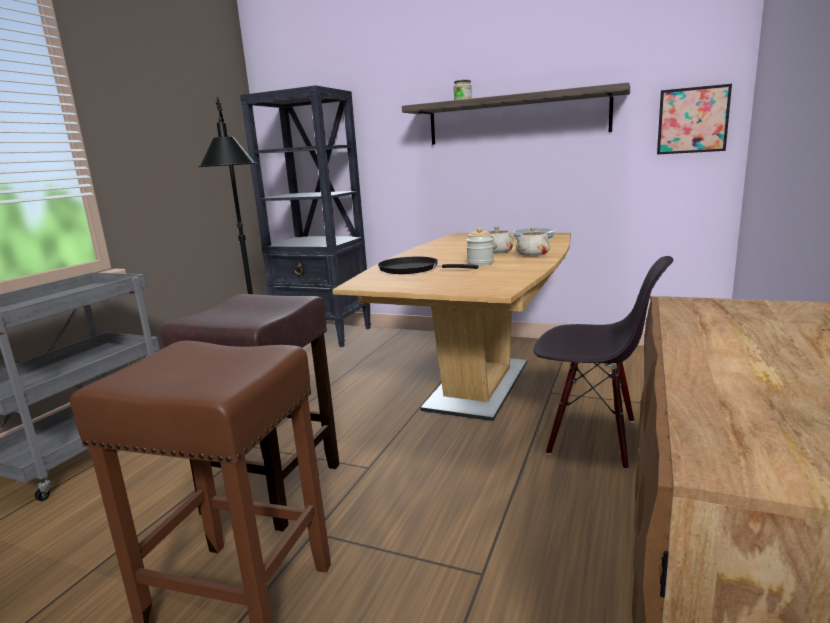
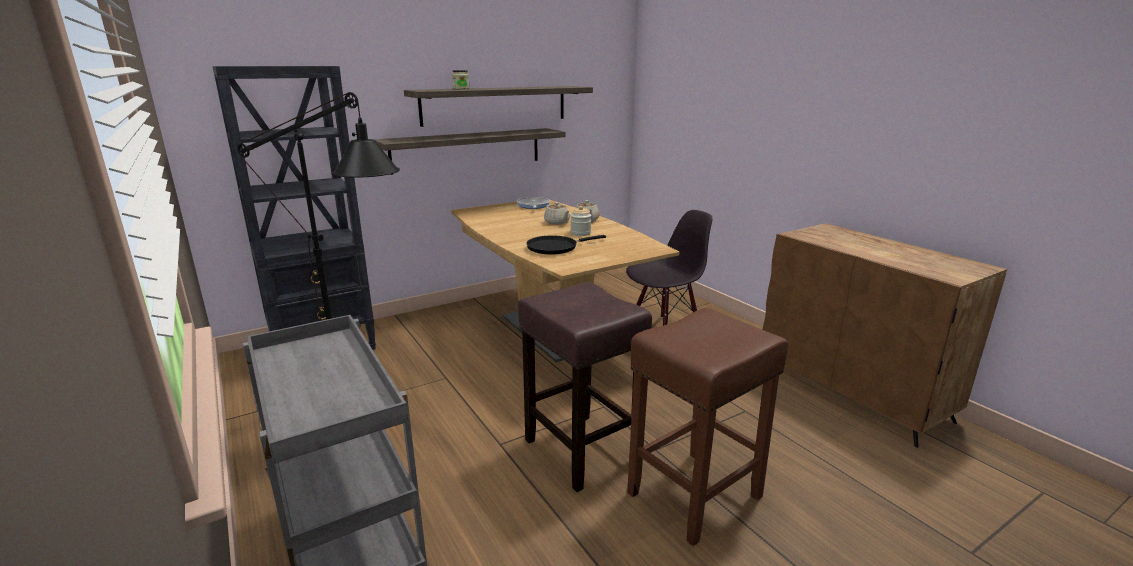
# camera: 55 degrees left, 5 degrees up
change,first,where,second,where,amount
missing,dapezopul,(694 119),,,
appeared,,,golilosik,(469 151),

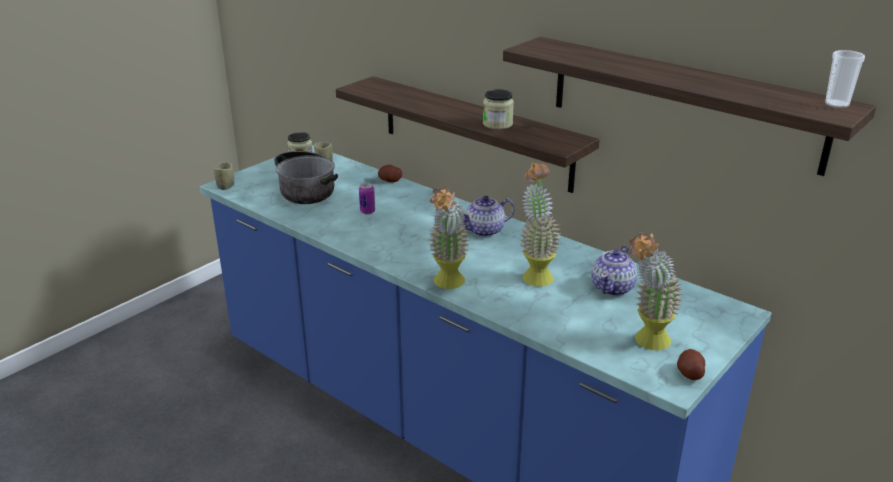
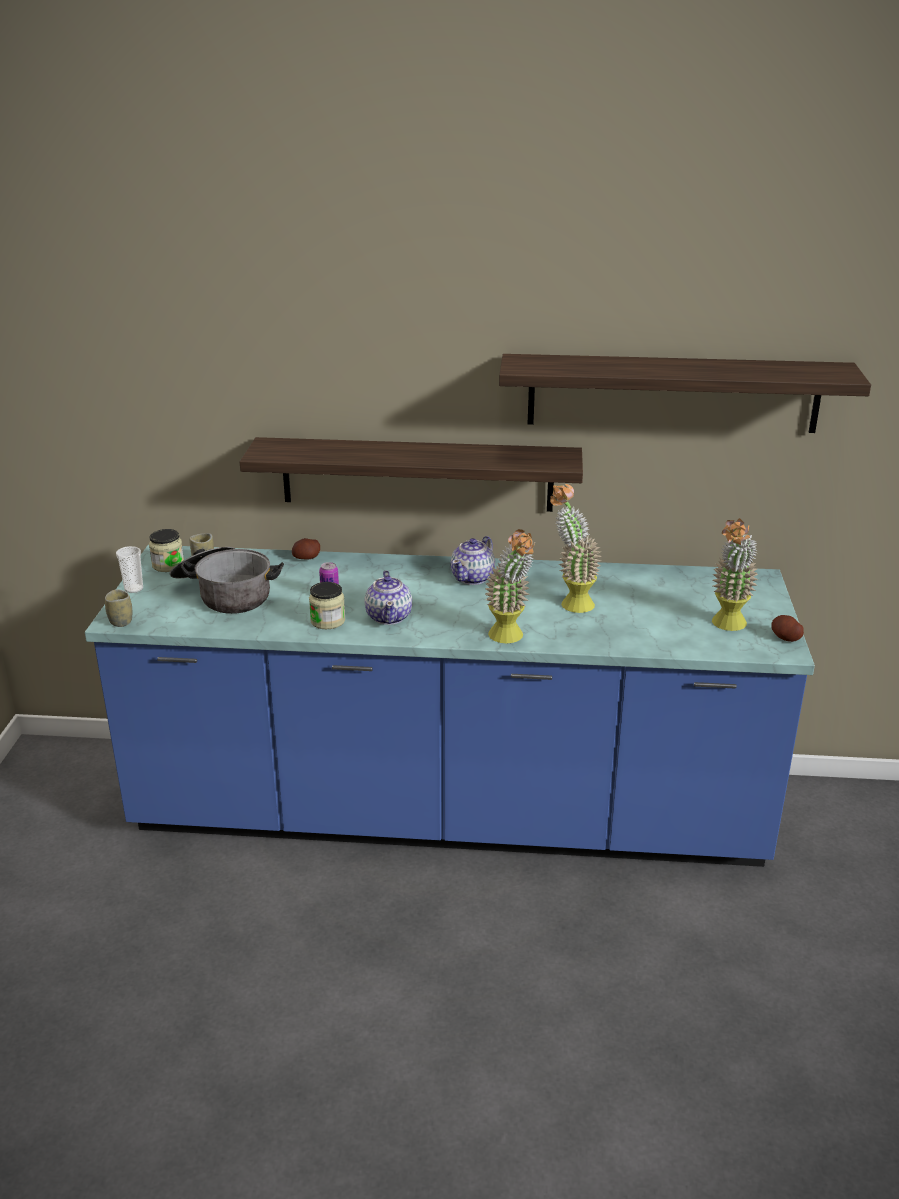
# camera: 35 degrees left, 0 degrees up
change,first,where,second,where,amount
relocated,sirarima,(498 109),,(327 605),
relocated,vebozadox,(614 270),,(388 598),
relocated,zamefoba,(845 79),,(129 569),

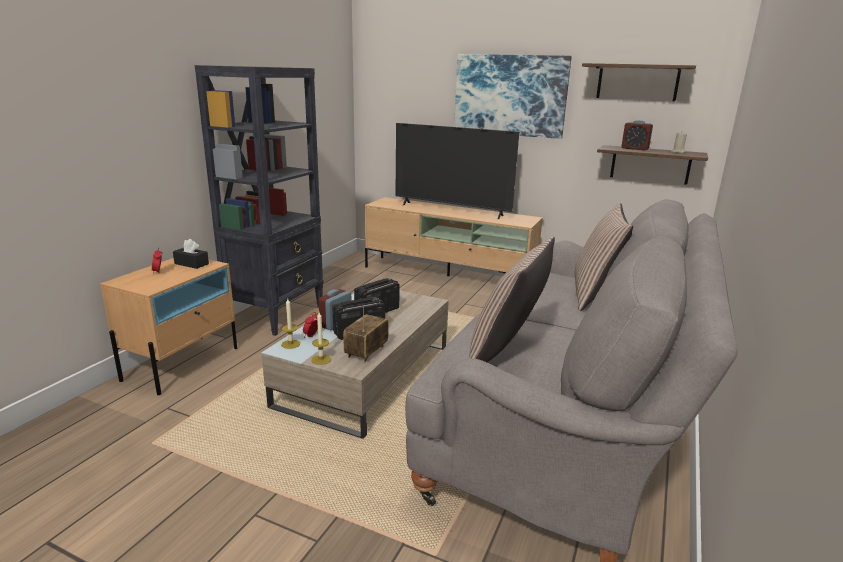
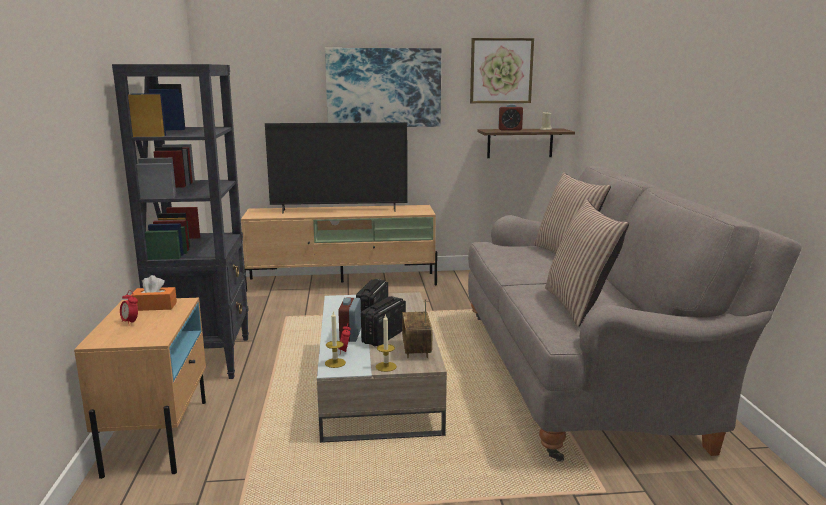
# camera: 30 degrees left, 5 degrees down
change,first,where,second,where,amount
colour,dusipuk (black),(191 254),dusipuk (orange),(154 293),
exchanged,golilosik,(639 82),dapezopul,(502 70),

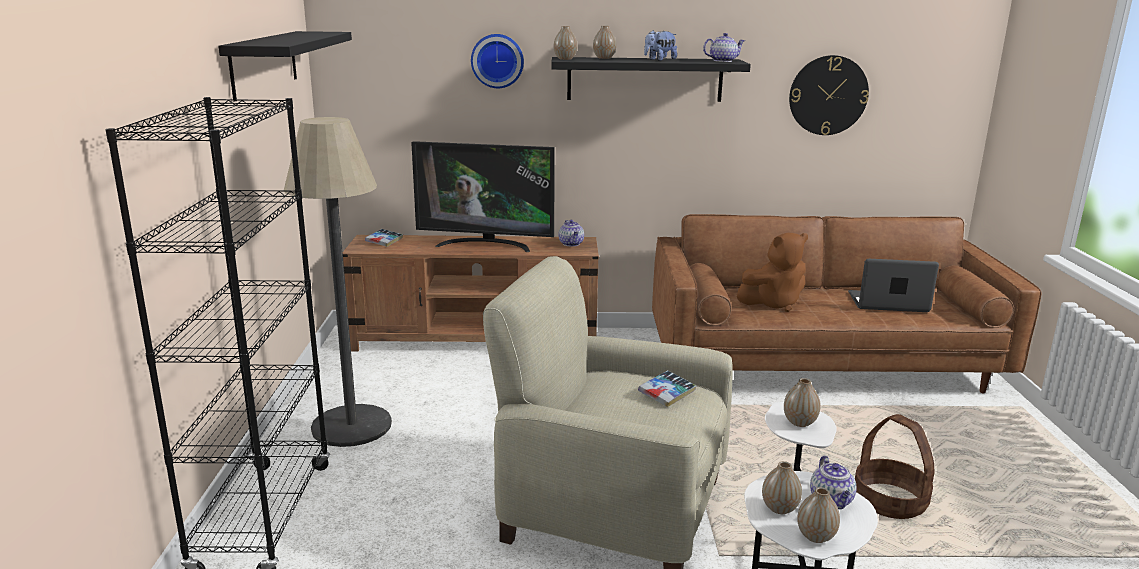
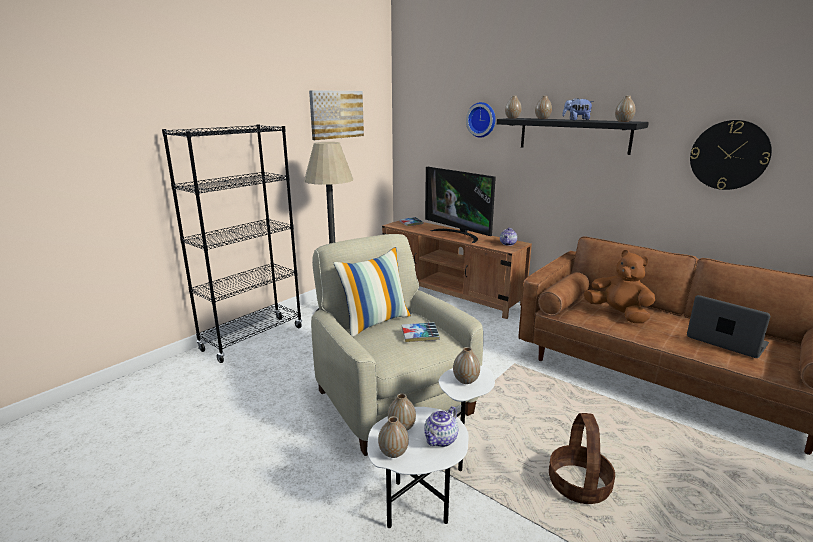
# camera: 40 degrees right, 0 degrees up
change,first,where,second,where,amount
exchanged,golilosik (black),(285 66),dapezopul,(336 115),
exchanged,vebozadox,(724 47),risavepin,(625 109),
spun,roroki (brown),(772 272),,(619 286),150 degrees counterclockwise
appeared,,,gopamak,(372 292),

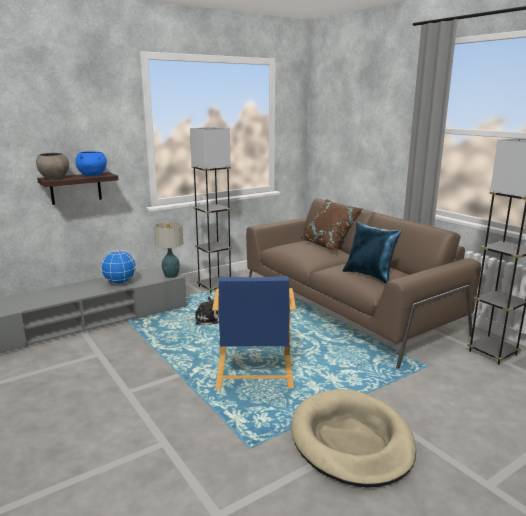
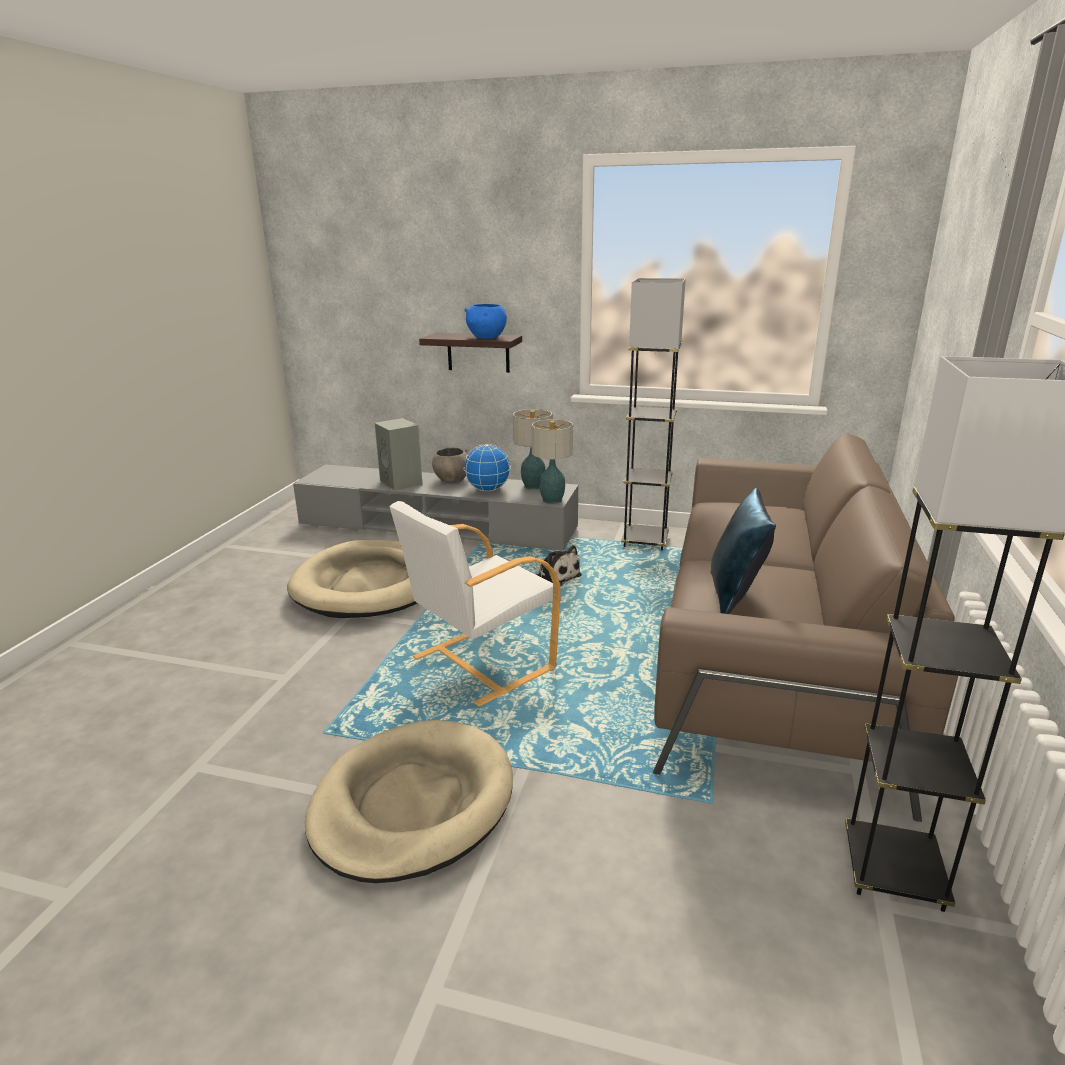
# camera: 50 degrees right, 5 degrees up
change,first,where,second,where,amount
relocated,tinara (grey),(52 166),,(450 465),
colour,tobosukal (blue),(254 332),tobosukal (white),(474 603),
missing,gopamak (brown),(332 225),,,
appeared,,,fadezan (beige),(352 579),
appeared,,,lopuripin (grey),(399 454),
appeared,,,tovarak,(532 449),

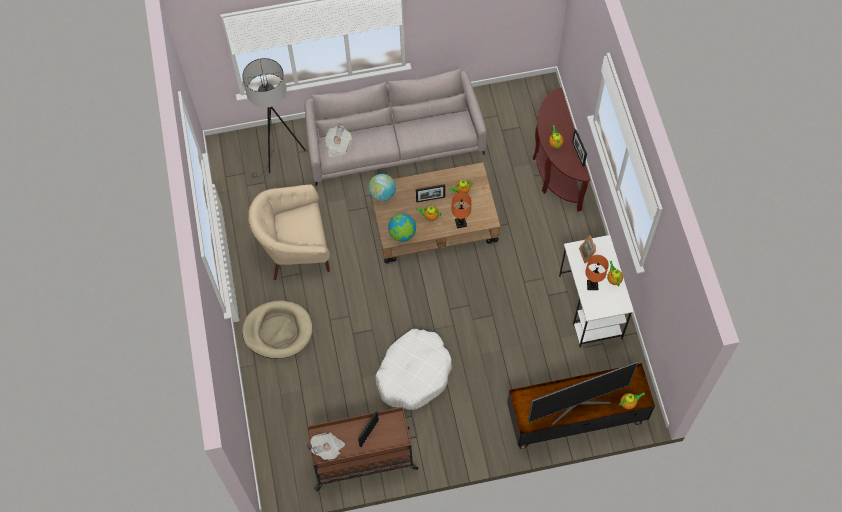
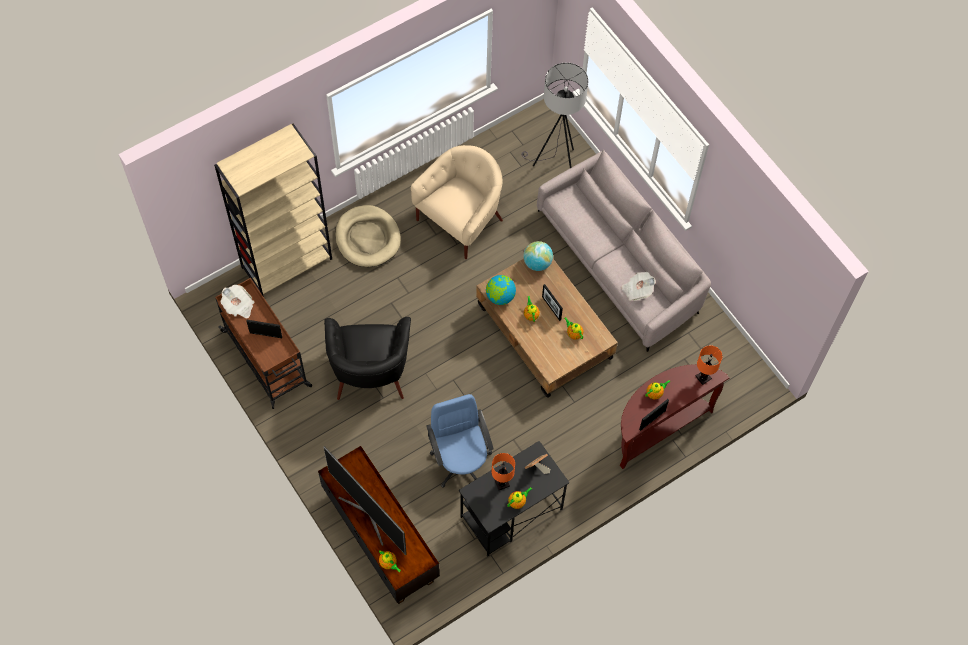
# camera: 65 degrees right, 0 degrees up
change,first,where,second,where,amount
spun,tobosukal (beige),(289 232),,(457 202),75 degrees clockwise
relocated,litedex,(338 141),,(638 286),
exchanged,fadezan (white),(413 369),tobosukal (black),(367 358),
relocated,tovarak (orange),(461 210),,(709 365),
colour,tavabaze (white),(596 291),tavabaze (black),(514 499),
appeared,,,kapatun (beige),(273 210),
appeared,,,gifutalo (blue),(460 441),

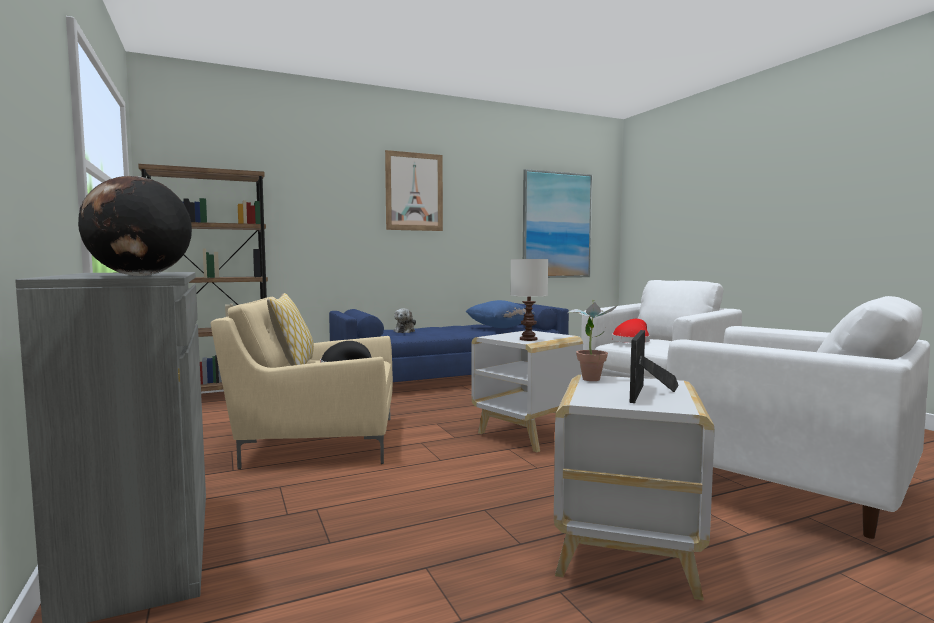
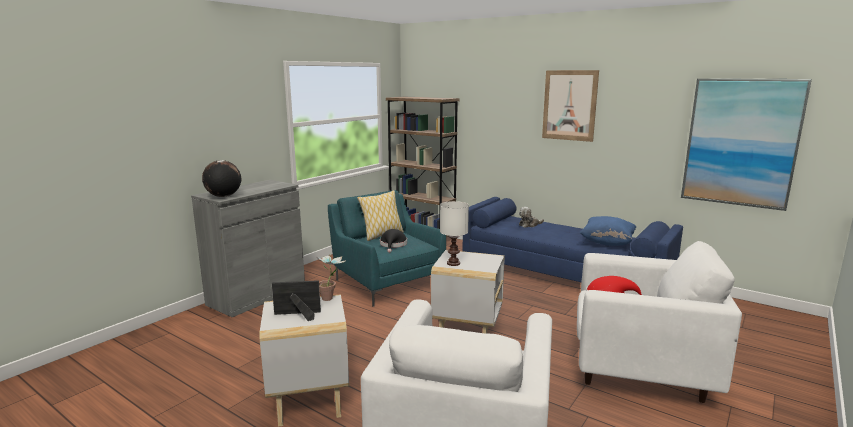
# camera: 60 degrees right, 10 degrees up
change,first,where,second,where,amount
colour,tobosukal (beige),(302 383),tobosukal (turquoise),(387 248),

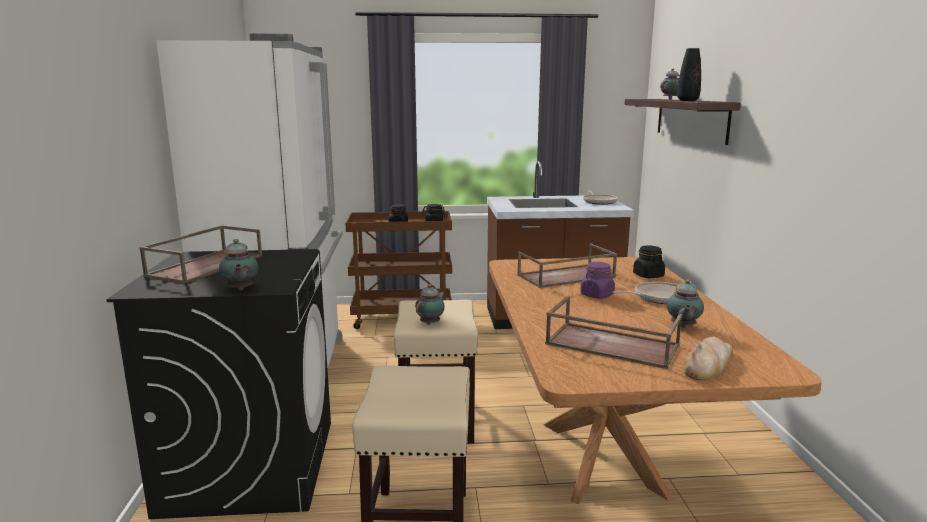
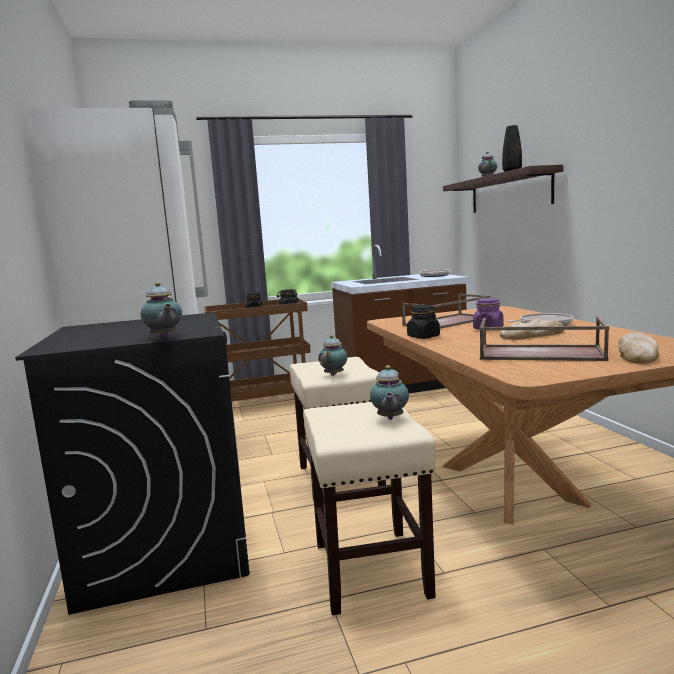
# camera: 10 degrees left, 5 degrees down
change,first,where,second,where,amount
missing,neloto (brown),(201 255),,,
relocated,sirarima (black),(649 262),,(423 322),
relocated,vebozadox,(685 303),,(389 392),
appeared,,,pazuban,(532 329),

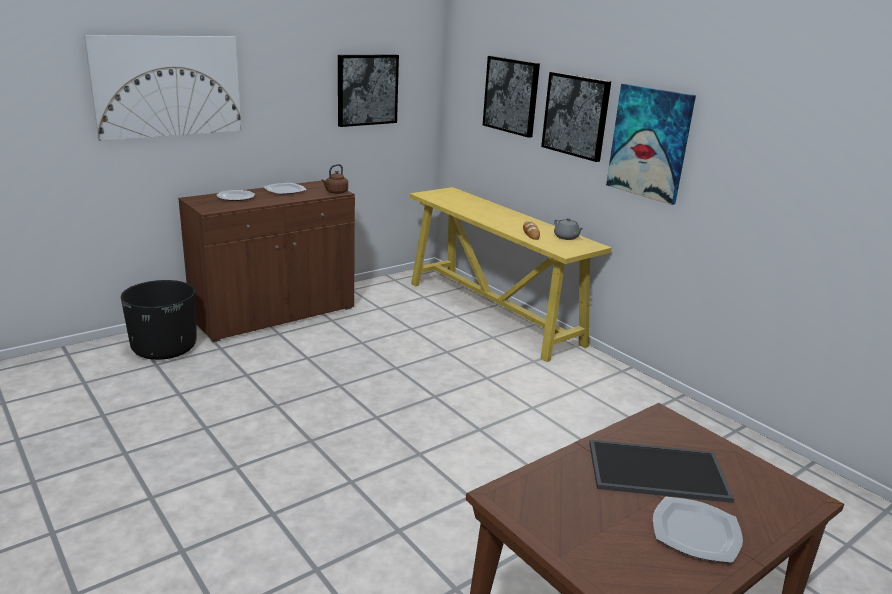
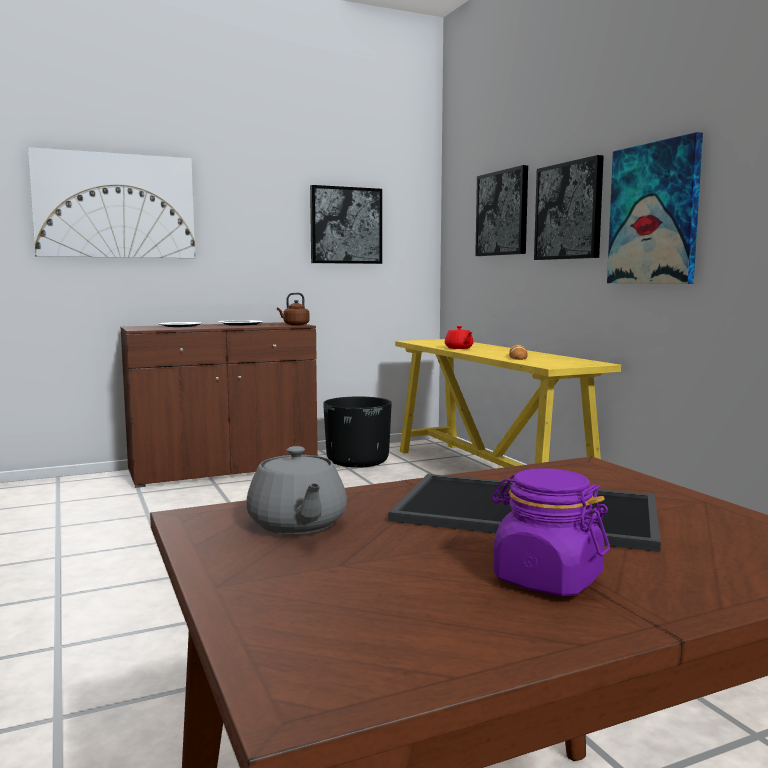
# camera: 15 degrees right, 15 degrees down
change,first,where,second,where,amount
relocated,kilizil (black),(159 320),,(357 432),
relocated,vebozadox (grey),(569 229),,(296 490),
exchanged,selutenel,(698 530),sirarima (purple),(551 532),
appeared,,,vebozadox (red),(459 337),

